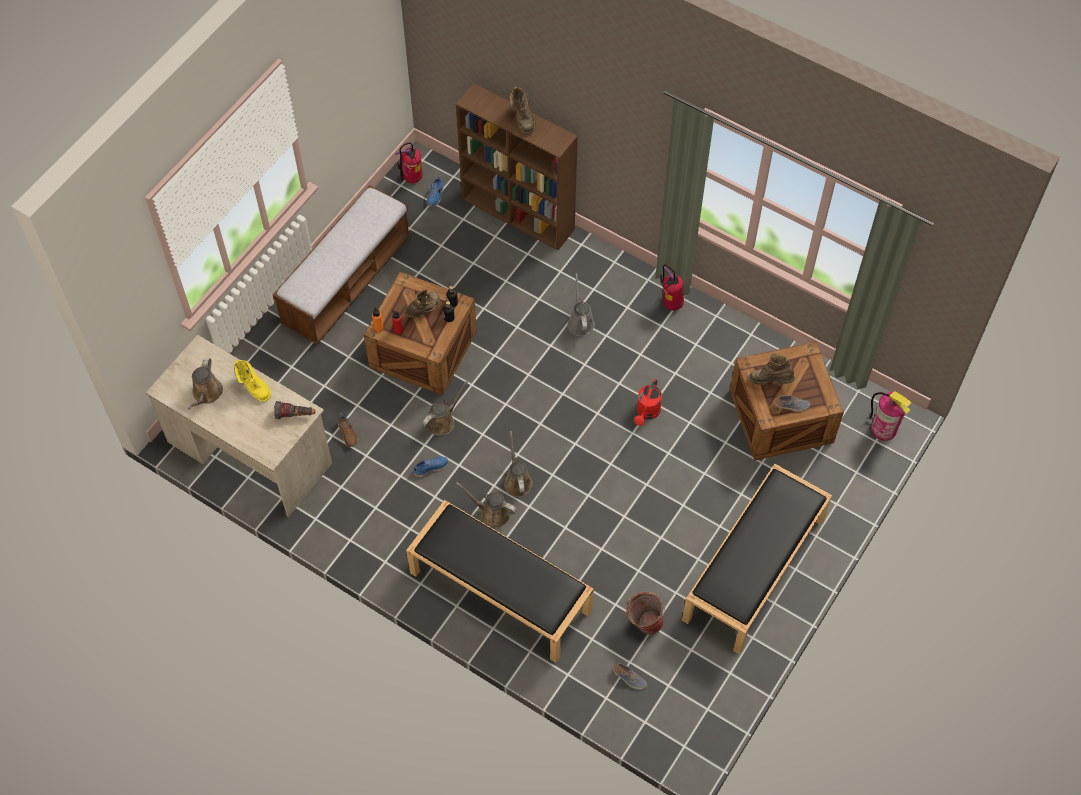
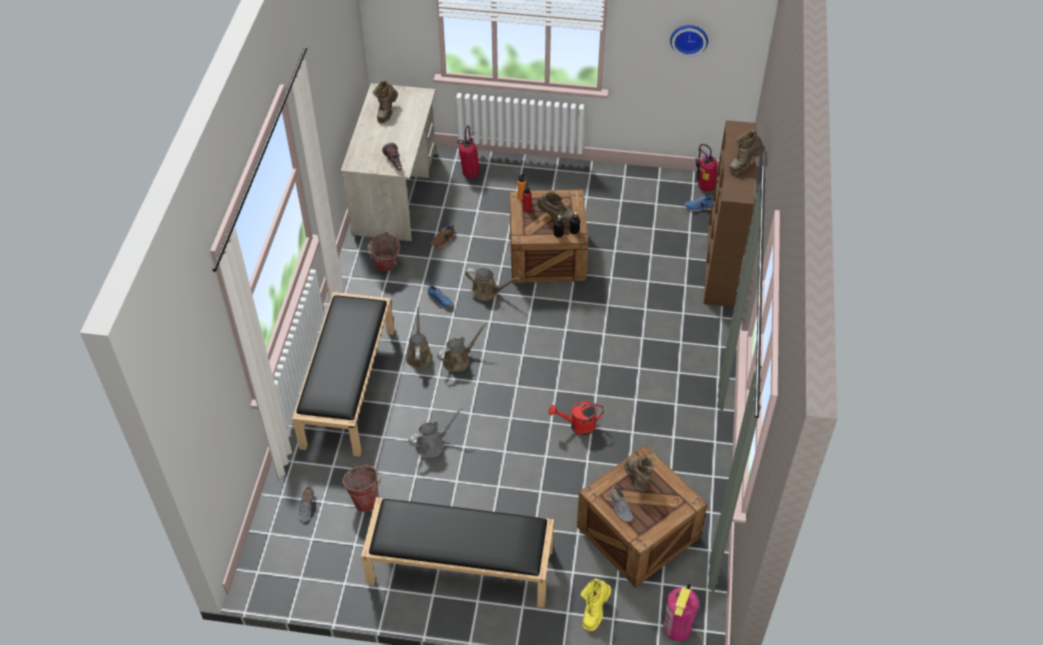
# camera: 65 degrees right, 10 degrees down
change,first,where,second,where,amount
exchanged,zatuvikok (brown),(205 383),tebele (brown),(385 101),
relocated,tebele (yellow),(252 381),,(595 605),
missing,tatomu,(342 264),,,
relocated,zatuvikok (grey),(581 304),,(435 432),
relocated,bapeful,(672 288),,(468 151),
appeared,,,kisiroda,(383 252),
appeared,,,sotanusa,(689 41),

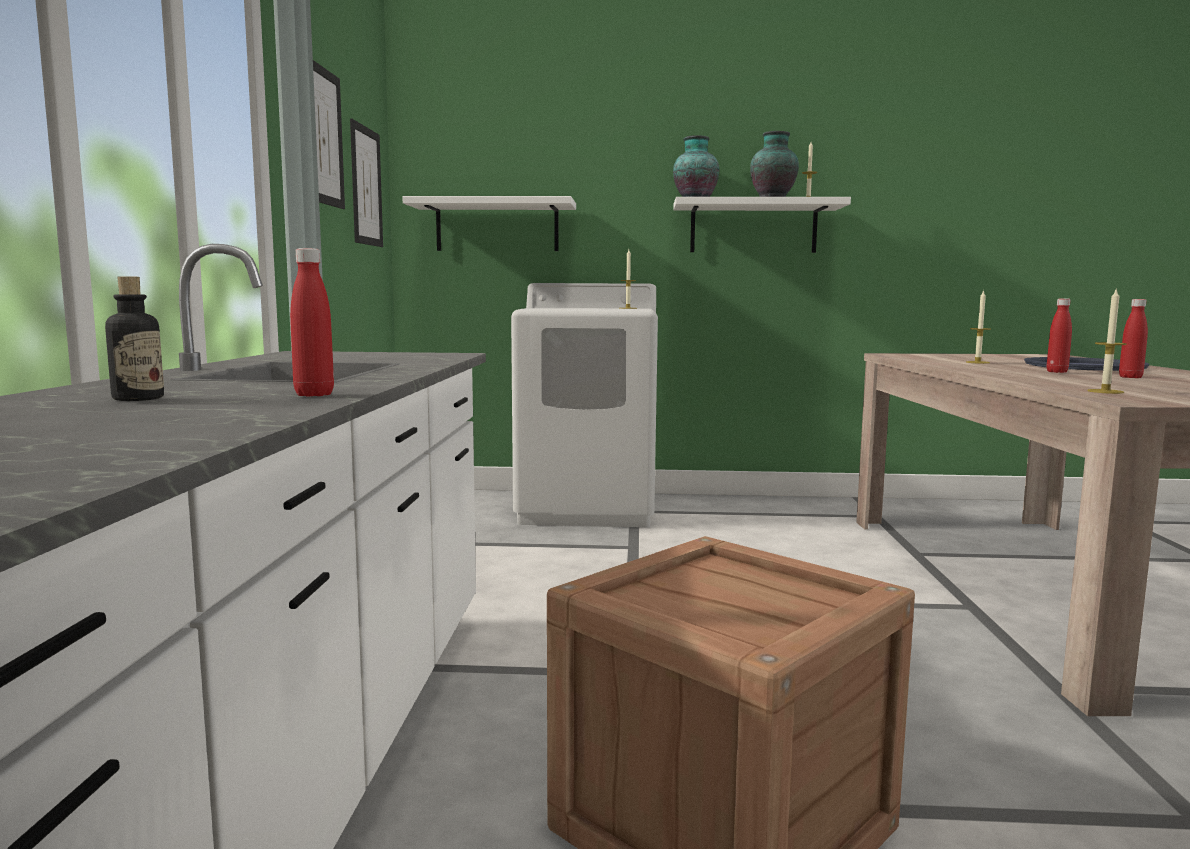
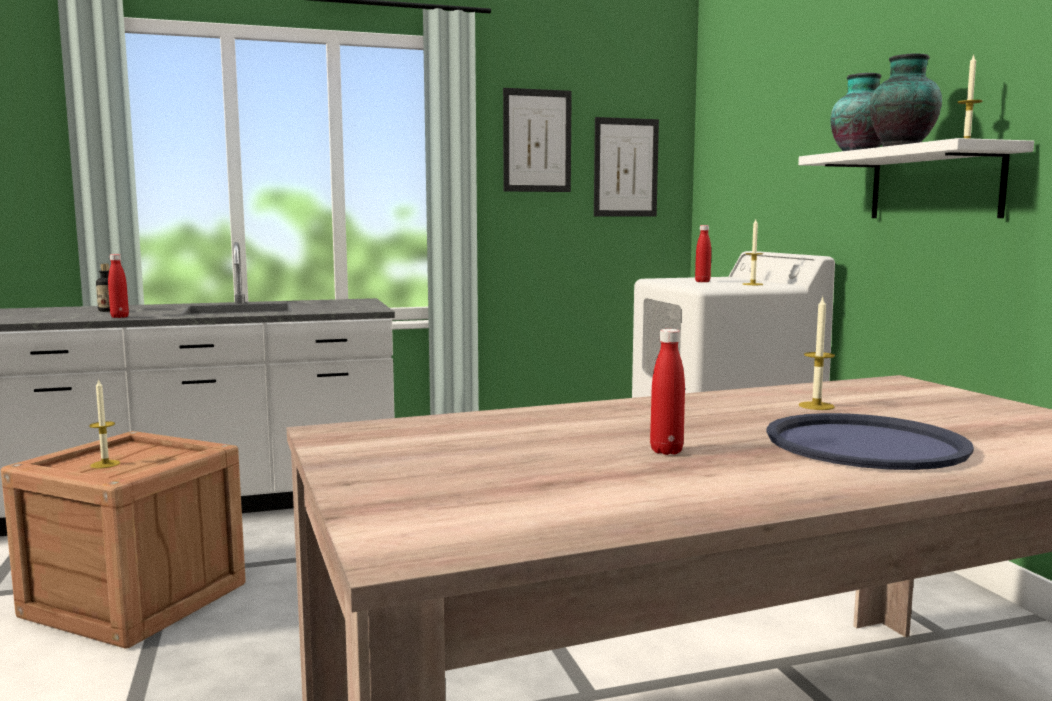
# camera: 70 degrees right, 0 degrees up
change,first,where,second,where,amount
missing,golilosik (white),(489 223),,,
relocated,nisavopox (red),(1059 335),,(703 253),
relocated,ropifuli,(1106 341),,(104 423),

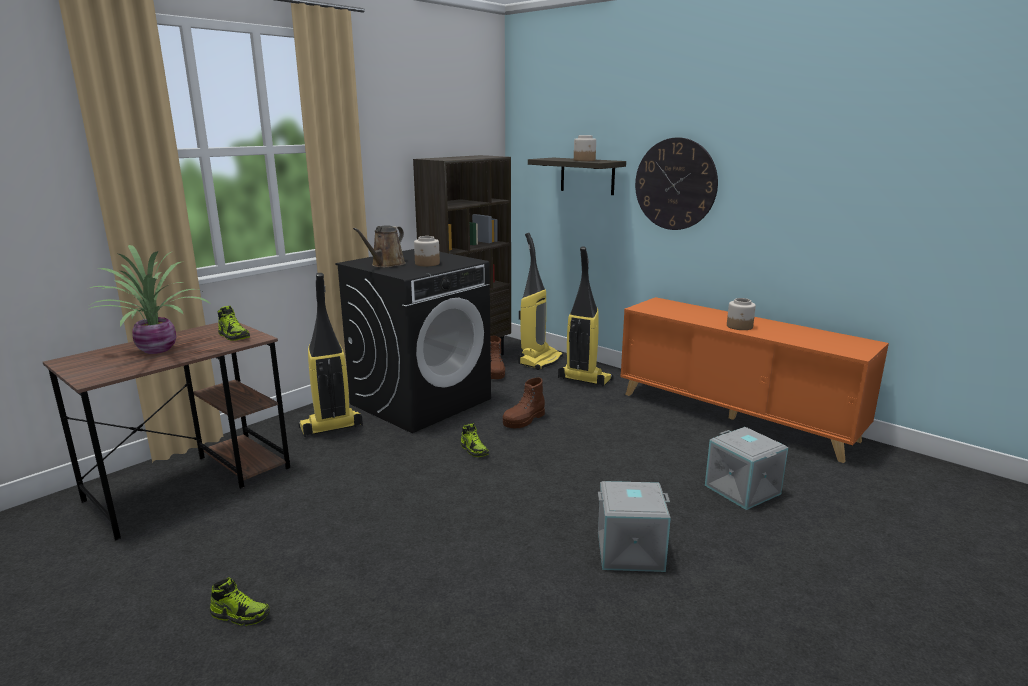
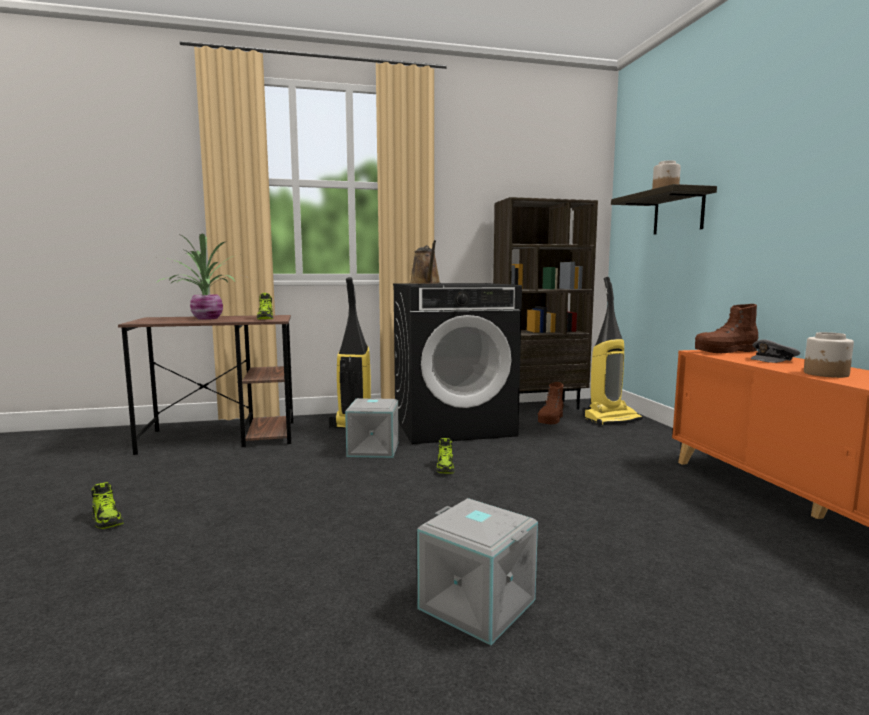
# camera: 35 degrees right, 10 degrees down
change,first,where,second,where,amount
spun,zatuvikok (brown),(379 246),,(425 262),75 degrees counterclockwise
missing,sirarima,(427 251),,,
relocated,tebele (brown),(524 403),,(726 328),
missing,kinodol,(585 316),,,
missing,sotanusa,(676 184),,,
relocated,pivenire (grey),(746 468),,(372 428),
appeared,,,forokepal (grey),(775 351),

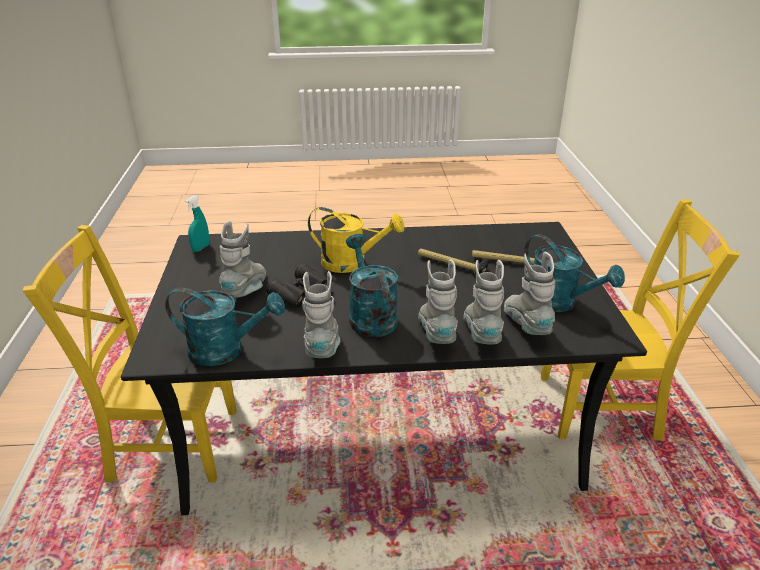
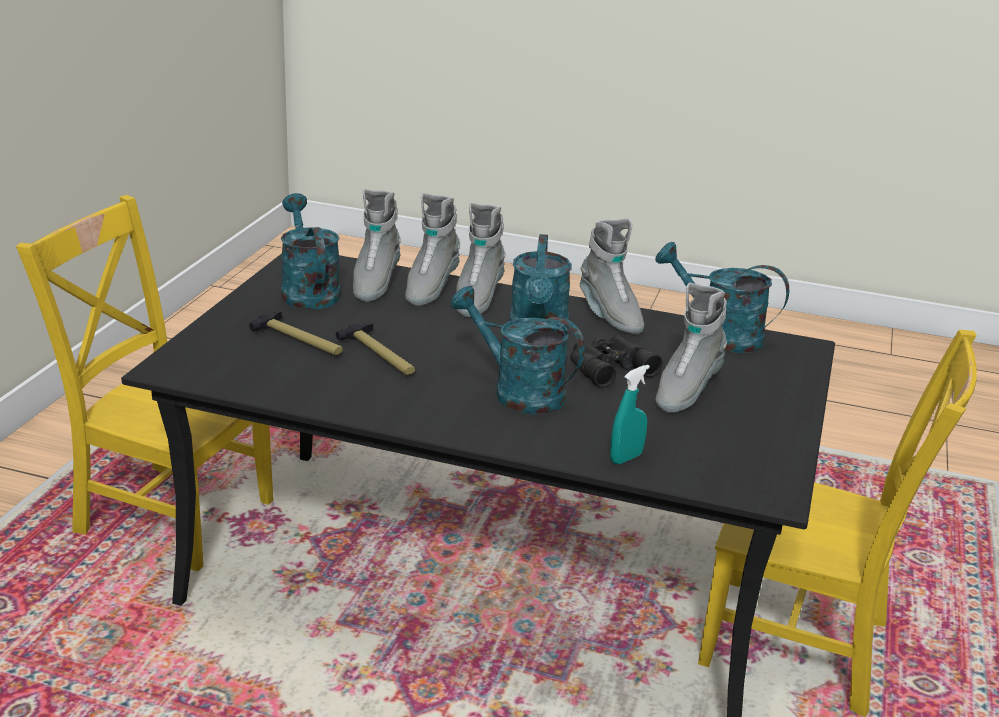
# camera: 160 degrees left, 5 degrees down
change,first,where,second,where,amount
relocated,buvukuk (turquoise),(197 224),,(630 414),
spun,tebele (grey),(321 314),,(612 276),45 degrees counterclockwise
colour,zatuvikok (yellow),(356 240),zatuvikok (turquoise),(517 350),

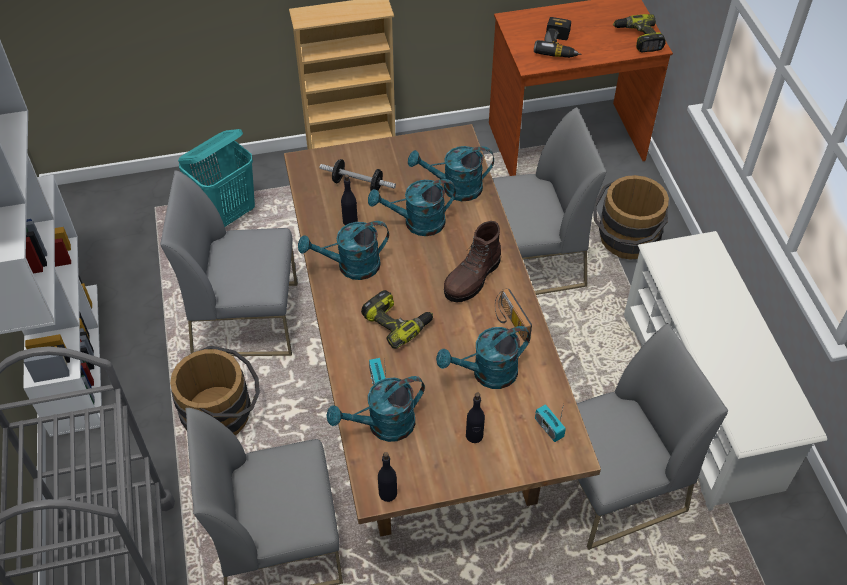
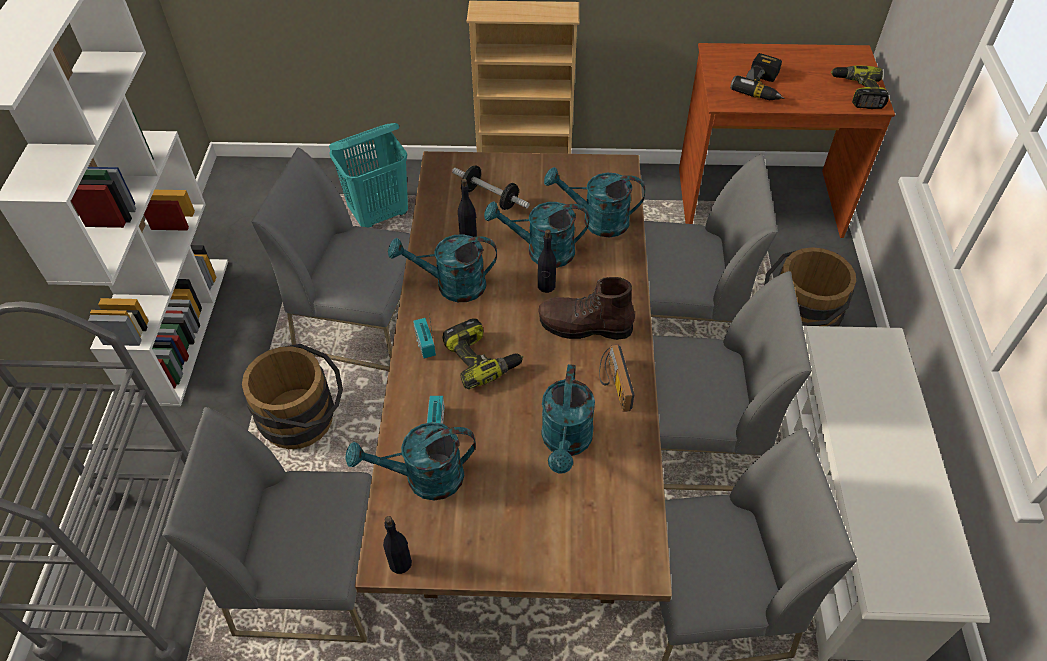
# camera: 15 degrees right, 0 degrees up
change,first,where,second,where,amount
spun,zatuvikok (turquoise),(483 357),,(568 419),75 degrees counterclockwise
spun,tebele (brown),(472 261),,(586 308),45 degrees clockwise
relocated,nisavopox (black),(475 418),,(547 261),
relocated,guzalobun,(550 423),,(424 336),
appeared,,,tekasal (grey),(732 381),

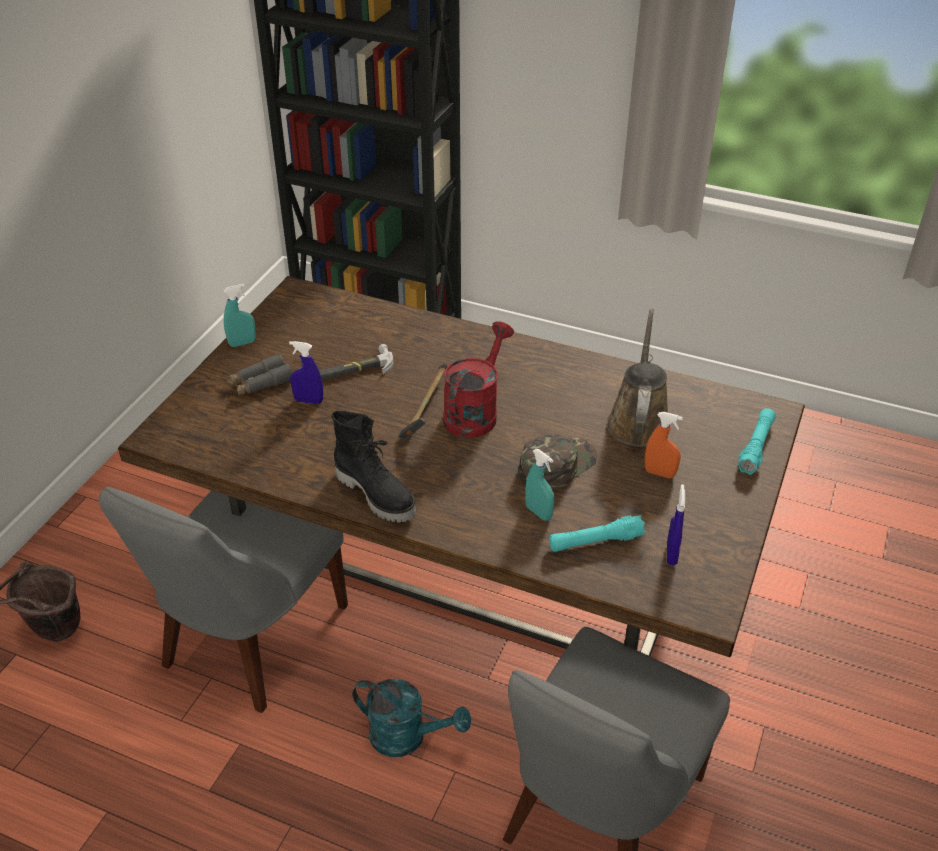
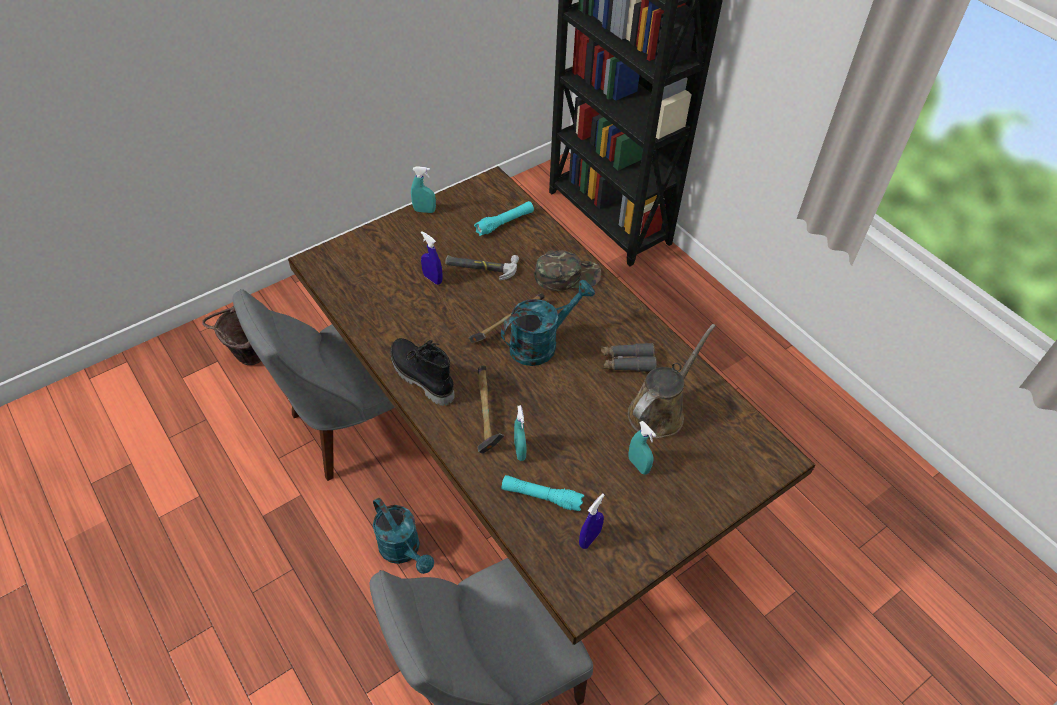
# camera: 30 degrees right, 10 degrees up
change,first,where,second,where,amount
relocated,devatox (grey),(259 375),,(629 357),
spun,tebele (black),(373 467),,(422 372),150 degrees clockwise
colour,zatuvikok (red),(478 379),zatuvikok (turquoise),(548 323),
relocated,forokepal (green),(558 462),,(568 270),
colour,buvukuk (orange),(664 445),buvukuk (turquoise),(642 448),
relocated,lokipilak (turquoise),(757 441),,(504 218),
appeared,,,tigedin,(490 409),

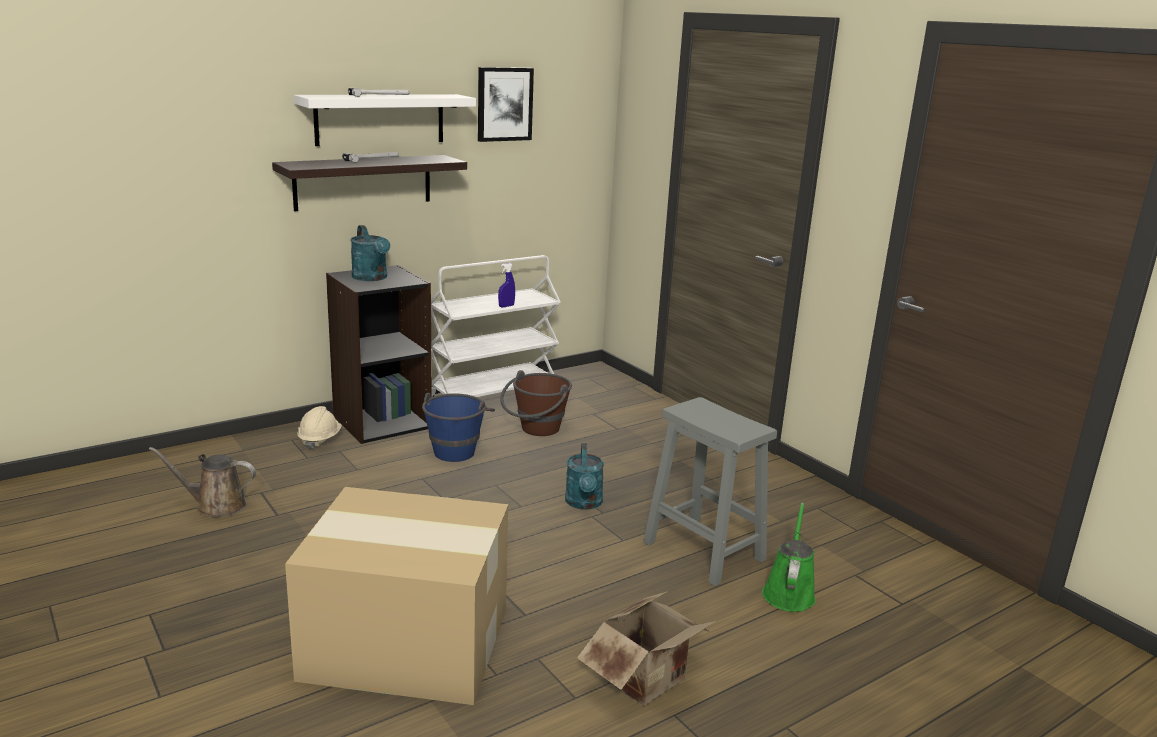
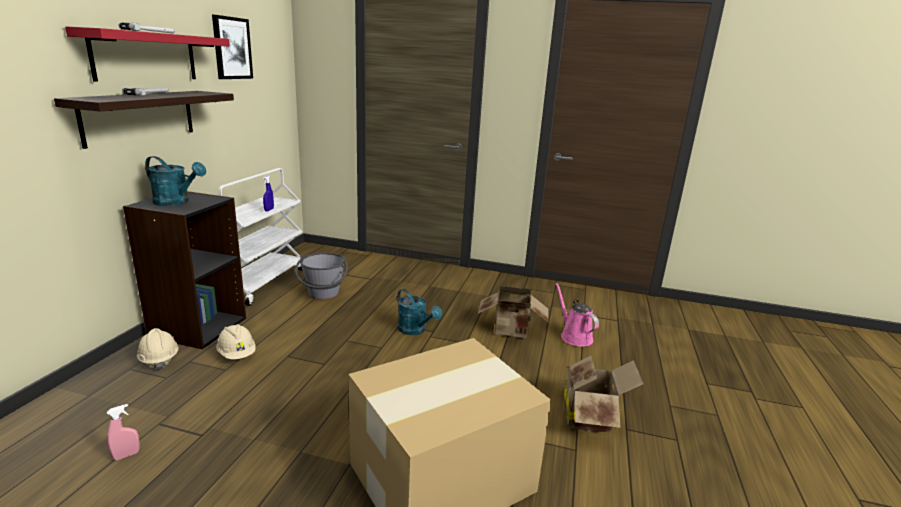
# camera: 40 degrees left, 0 degrees up
change,first,where,second,where,amount
exchanged,zatuvikok (brown),(202 482),buvukuk (pink),(123 432),
colour,golilosik (white),(385 120),golilosik (red),(147 54),
missing,kisiroda (blue),(458 427),,,
colour,kisiroda (brown),(536 403),kisiroda (grey),(321 276),
exchanged,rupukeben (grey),(710 491),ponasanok,(513 312),
colour,zatuvikok (green),(789 557),zatuvikok (pink),(577 315),
appeared,,,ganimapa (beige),(236 341),

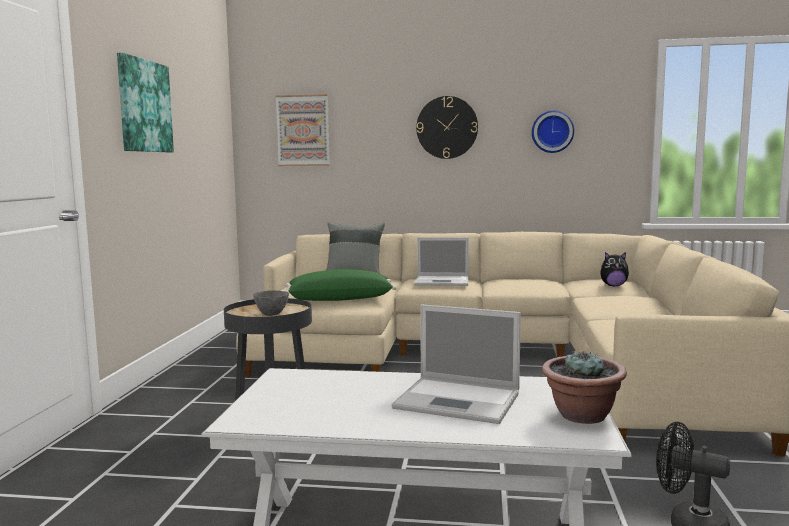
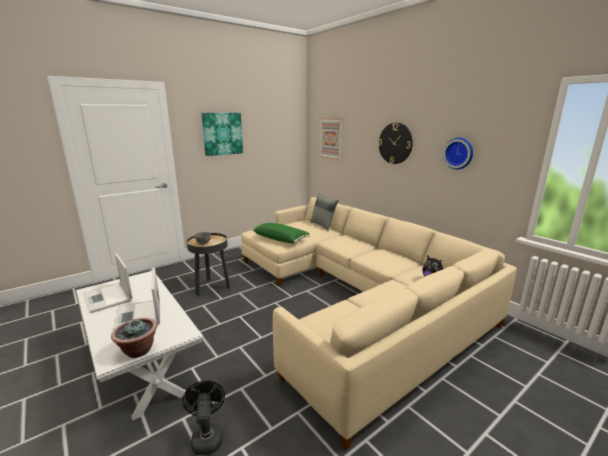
# camera: 45 degrees right, 10 degrees up
change,first,where,second,where,amount
relocated,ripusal,(441 261),,(108 283),

